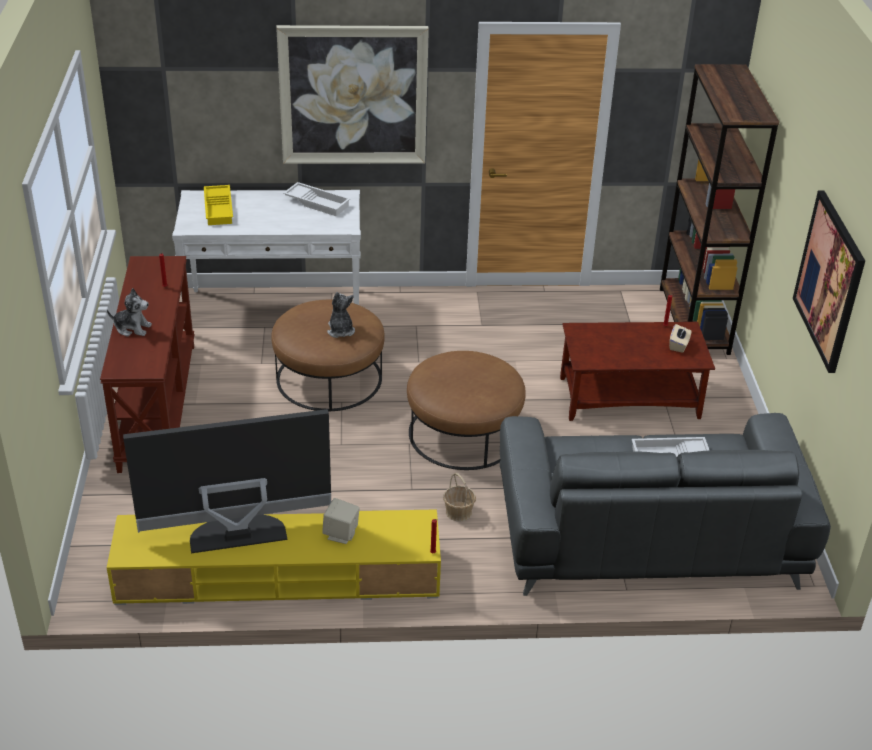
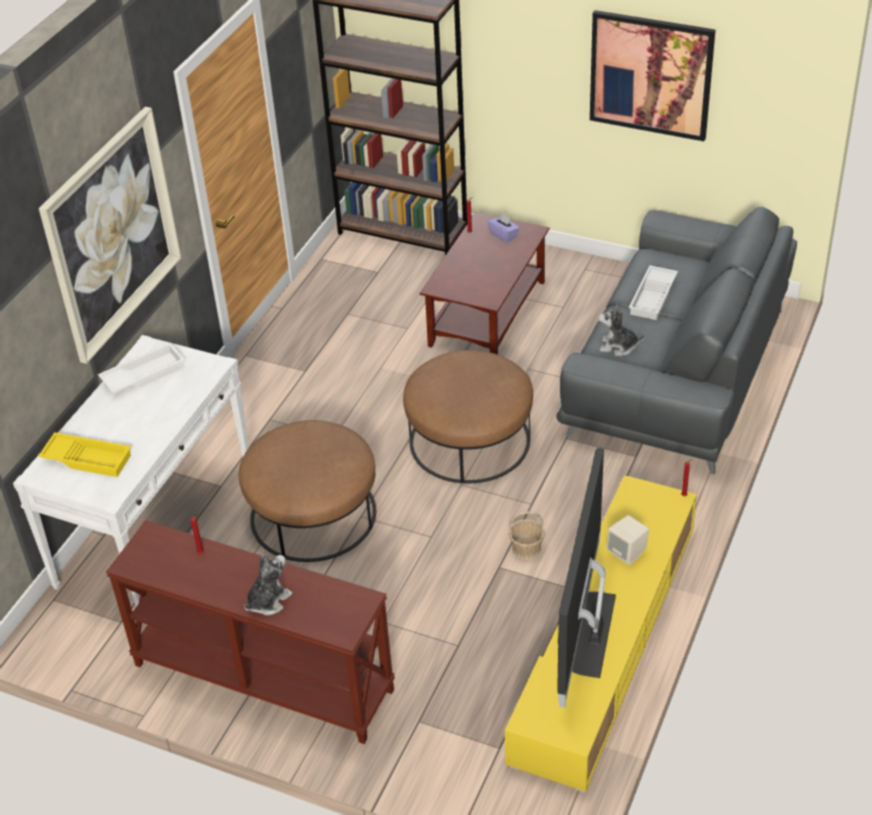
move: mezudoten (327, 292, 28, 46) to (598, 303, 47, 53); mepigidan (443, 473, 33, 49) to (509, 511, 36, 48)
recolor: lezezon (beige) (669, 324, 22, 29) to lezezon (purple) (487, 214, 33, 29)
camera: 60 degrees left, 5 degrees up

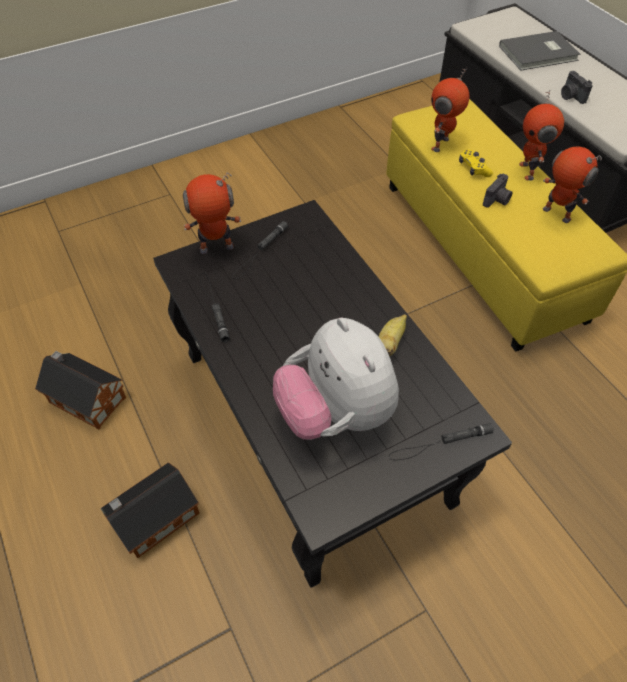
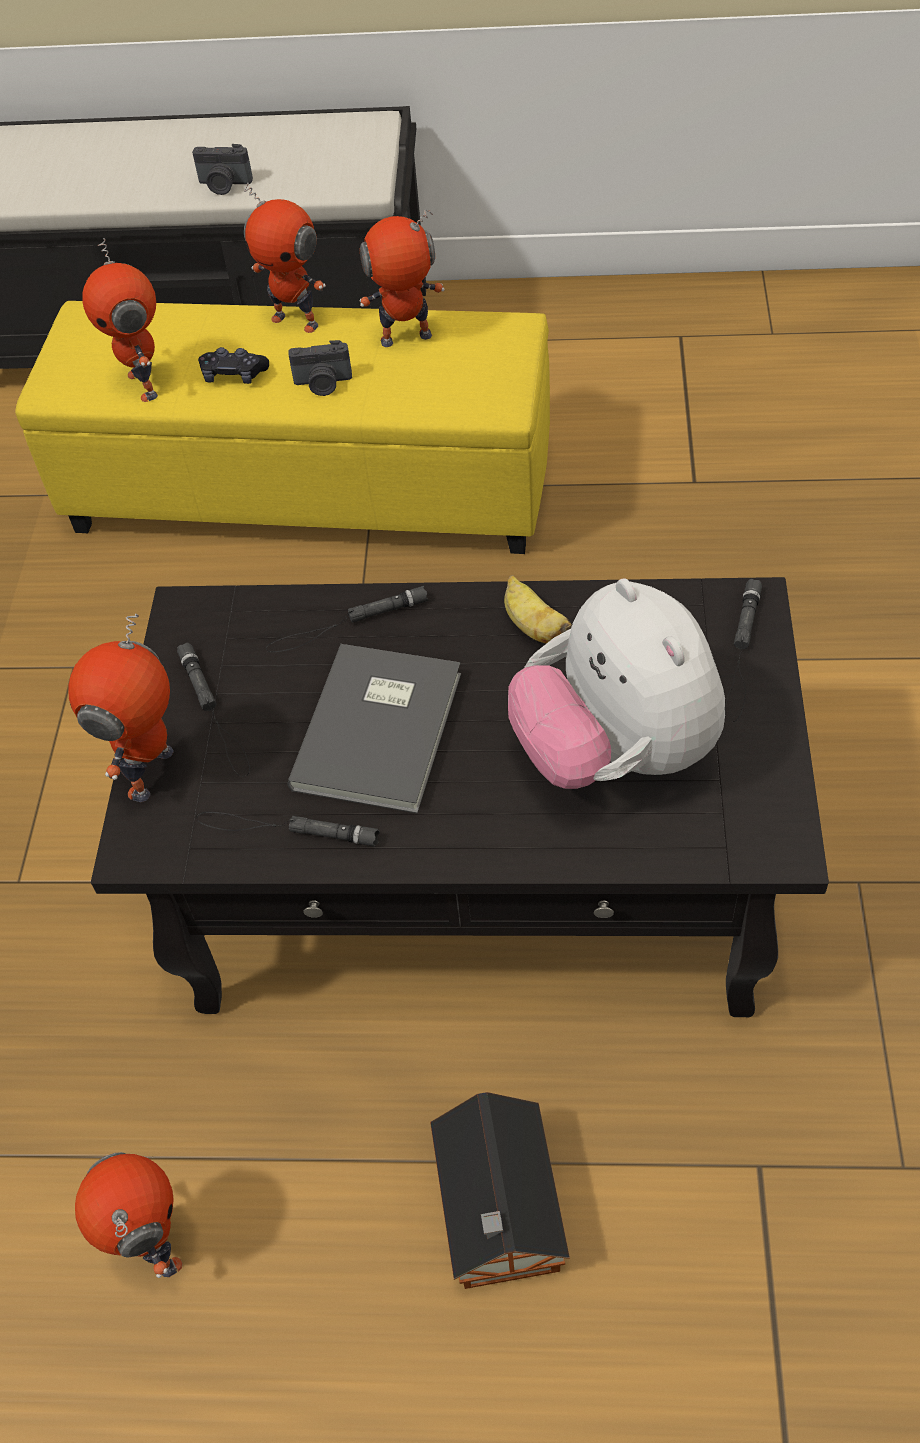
insert: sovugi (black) (266, 586, 162, 66)
move: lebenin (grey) (499, 31, 81, 39) to (287, 644, 174, 170)
replace: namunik (35, 351, 91, 78) to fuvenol (75, 1152, 108, 126)
recolor: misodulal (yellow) (459, 149, 34, 28) to misodulal (black) (198, 347, 71, 37)
rotate: mezudoten (273, 318, 126, 122) = (508, 579, 217, 210) 60 degrees clockwise; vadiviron (483, 174, 30, 34) = (288, 340, 64, 56) 105 degrees clockwise
camera: 55 degrees left, 0 degrees up

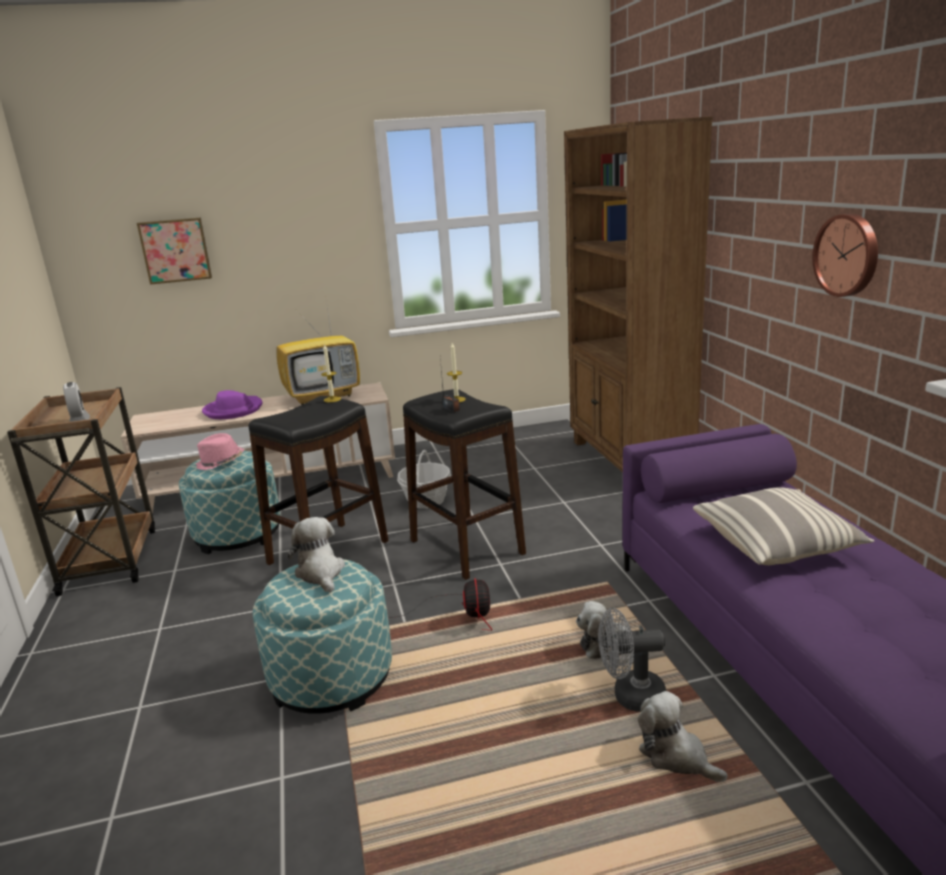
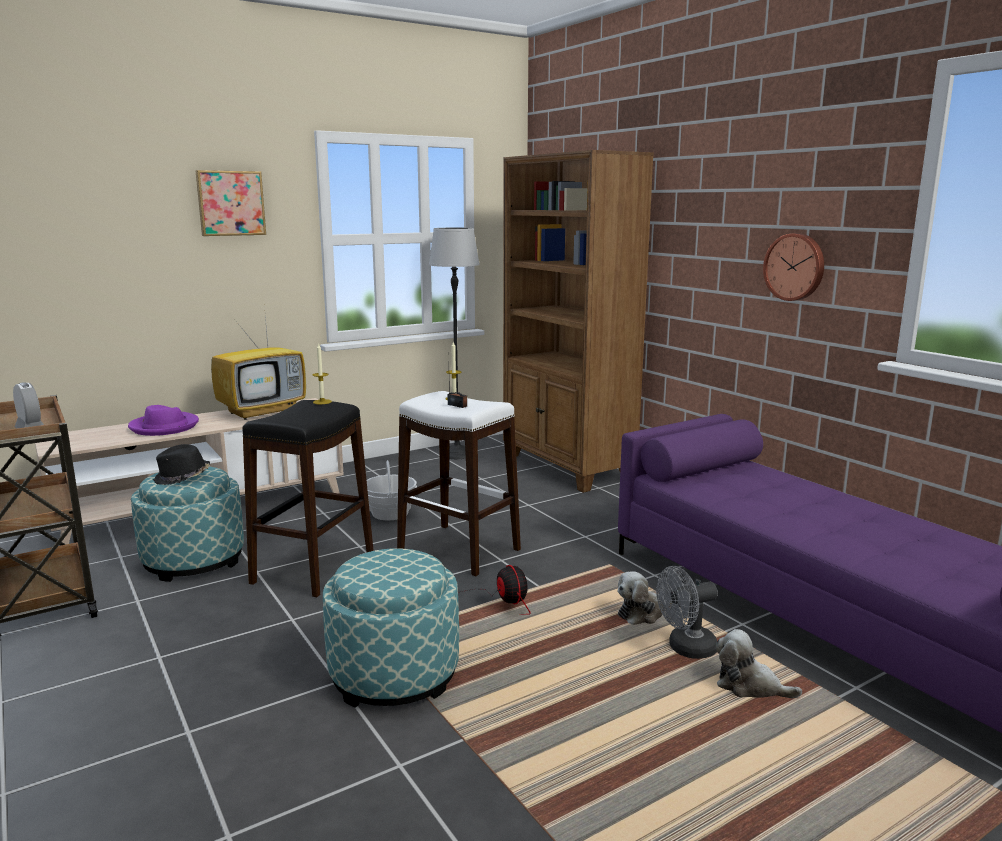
delete: mezudoten (287, 517, 58, 76); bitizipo (693, 487, 182, 78)
insert: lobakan (429, 228, 51, 231)
move: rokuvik (137, 217, 75, 68) to (195, 170, 71, 66)
recolor: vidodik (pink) (196, 433, 48, 37) to vidodik (black) (153, 444, 57, 41); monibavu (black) (403, 389, 123, 191) to monibavu (white) (397, 391, 124, 185)
camera: 20 degrees left, 5 degrees down

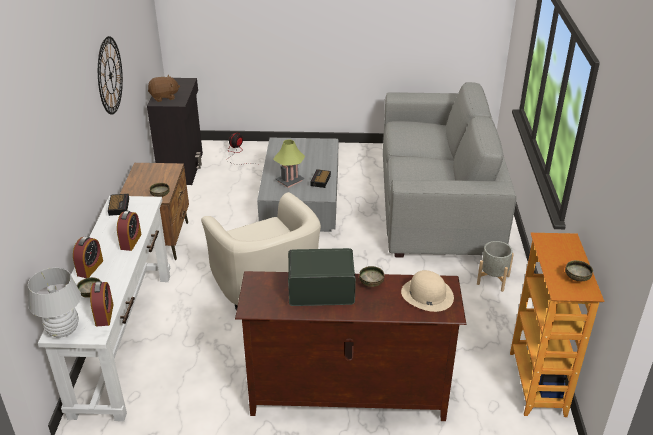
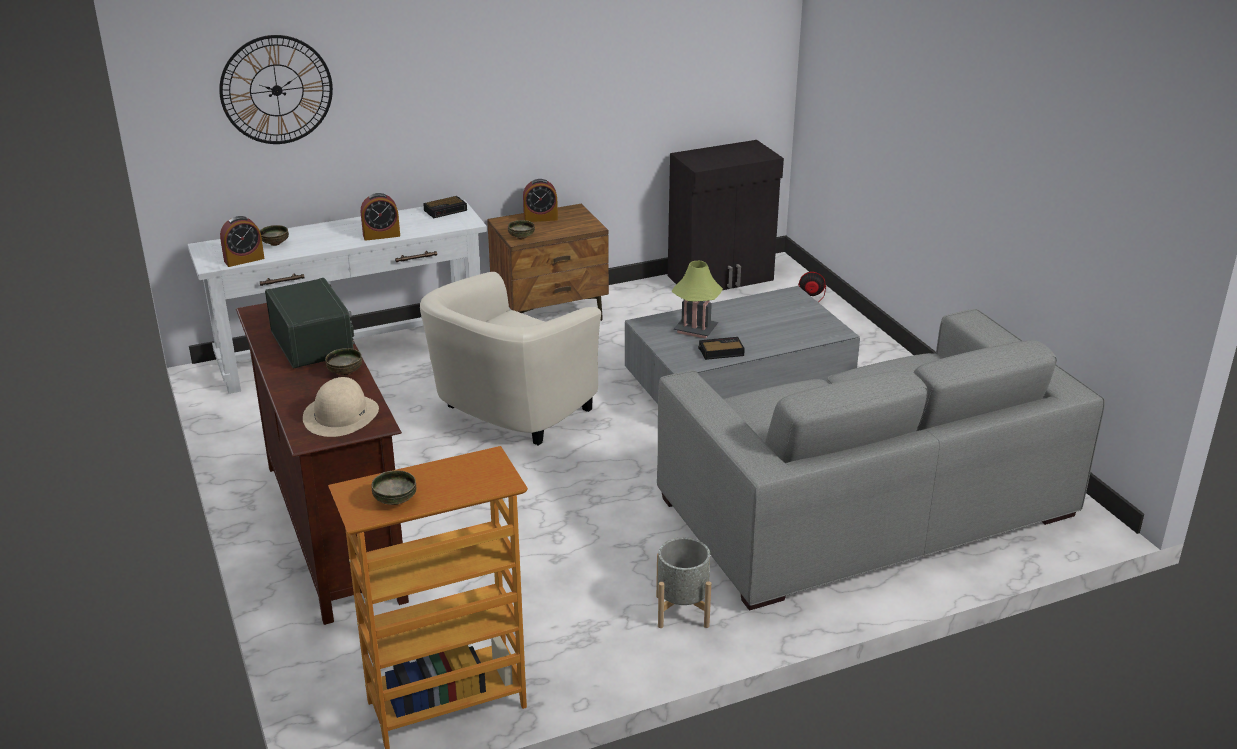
delete: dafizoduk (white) (28, 268, 53, 70); mezudoten (brown) (148, 75, 32, 27)
move: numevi (73, 236, 30, 42) to (523, 179, 35, 43); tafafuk (98, 36, 25, 79) to (219, 35, 114, 109)
camera: 65 degrees right, 5 degrees down

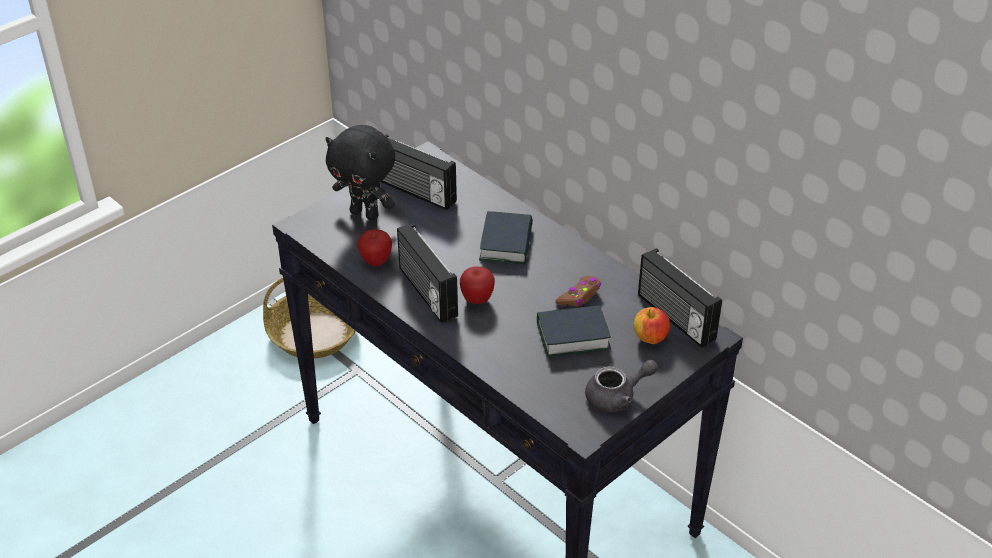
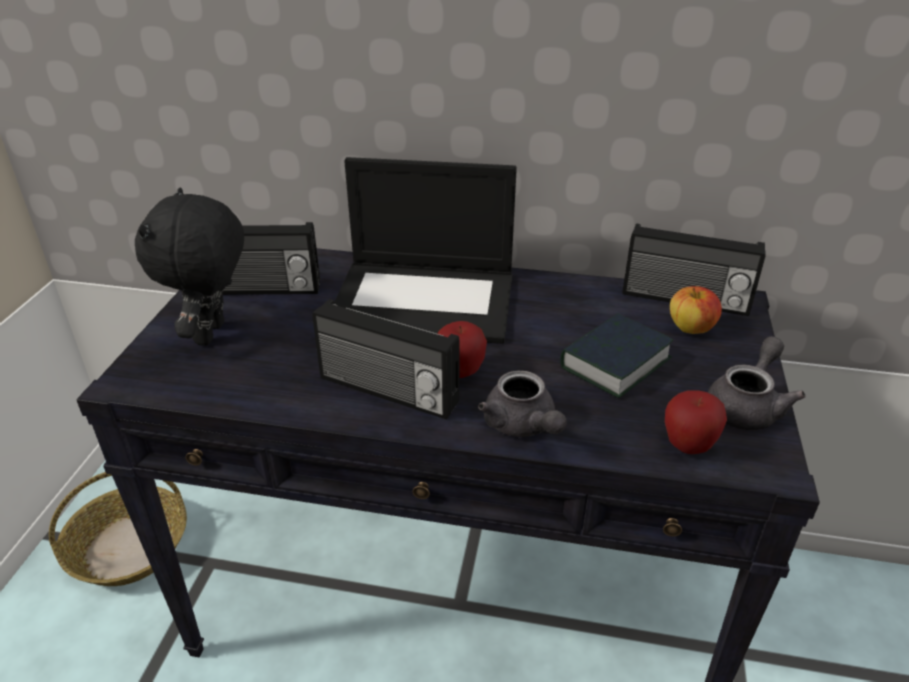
delete: misodulal (brown) (555, 276, 46, 31)
insert: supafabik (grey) (478, 370, 89, 67)
move: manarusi (357, 229, 35, 37) to (665, 390, 62, 64)
replace: lebenin (479, 211, 54, 54) to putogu (334, 157, 183, 187)
rotate: mezudoten (black) (325, 125, 70, 95) = (135, 187, 109, 159) 105 degrees clockwise
camera: 35 degrees left, 5 degrees down

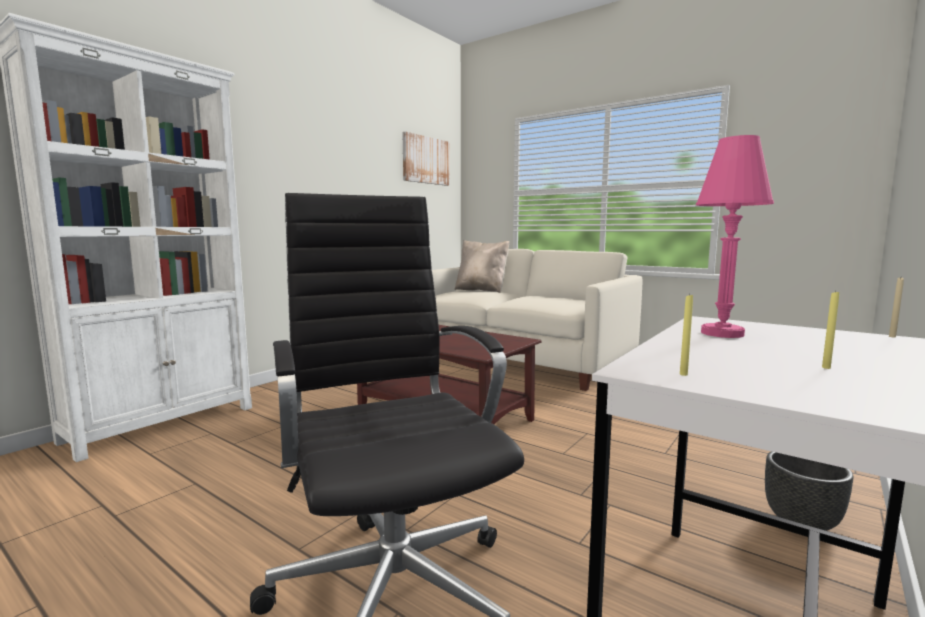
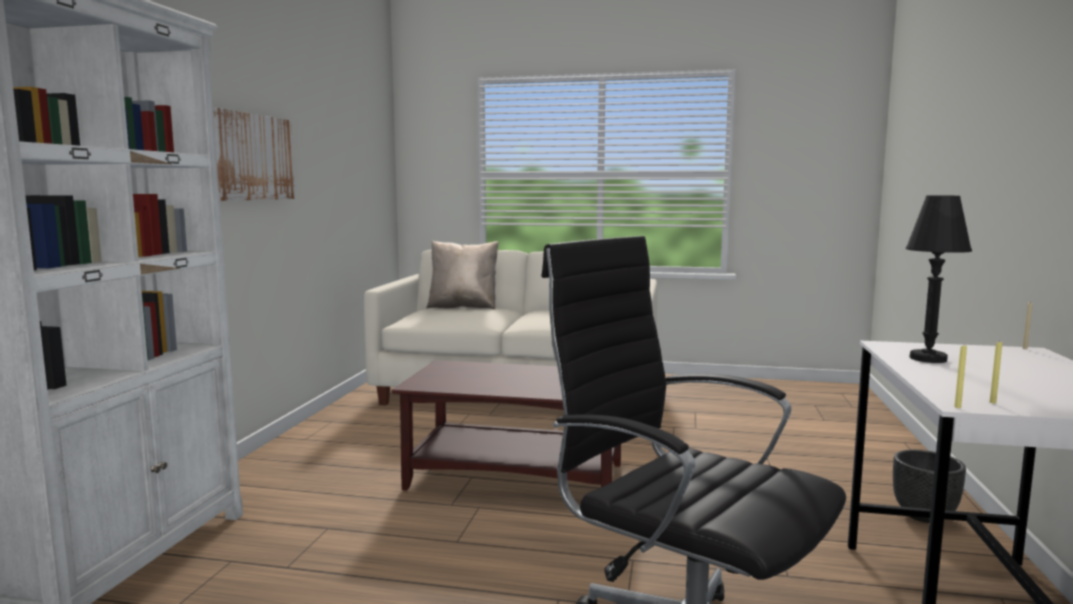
move: rokuvik (402, 131, 48, 55) to (213, 107, 82, 94); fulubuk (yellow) (822, 290, 17, 79) to (954, 345, 13, 63)
recolor: dafizoduk (pink) (696, 135, 78, 203) to dafizoduk (black) (906, 196, 66, 167)
camera: 25 degrees left, 0 degrees up

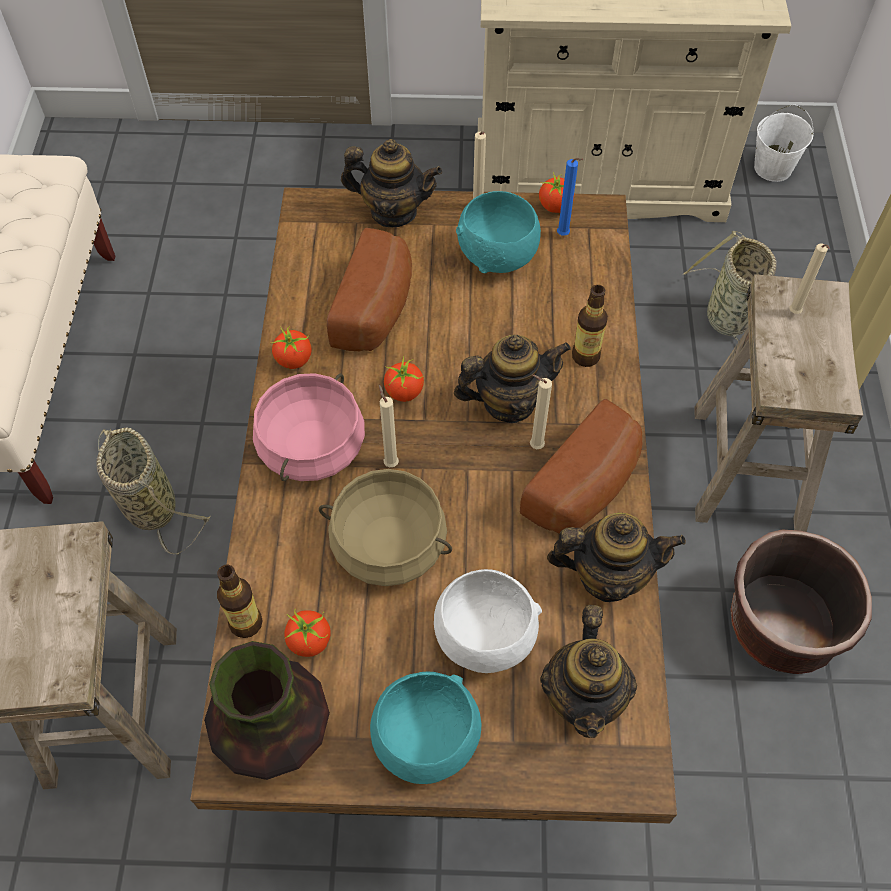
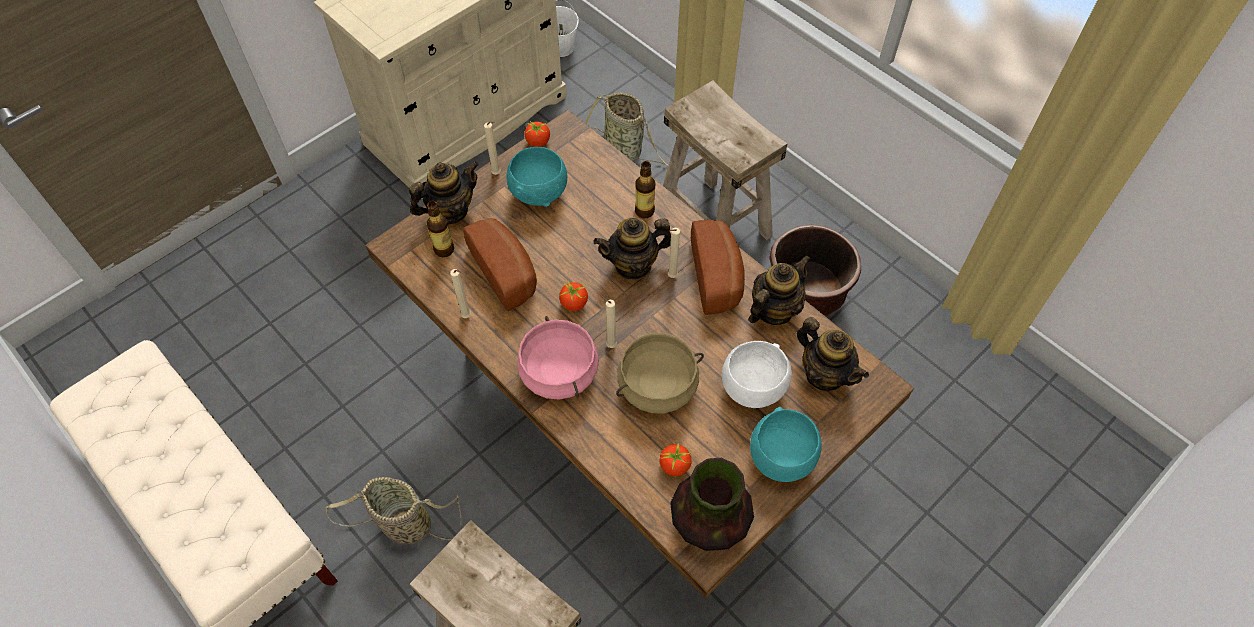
delete: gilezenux (272, 326, 39, 43); fulubuk (blue) (557, 158, 26, 78)
move: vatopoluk (217, 565, 46, 73) to (427, 201, 27, 56); fulubuk (beige) (789, 243, 40, 71) to (450, 269, 21, 49)
rotate: supafabik (454, 335, 117, 88) = (593, 217, 78, 63) 135 degrees counterclockwise
camera: 45 degrees left, 0 degrees up

